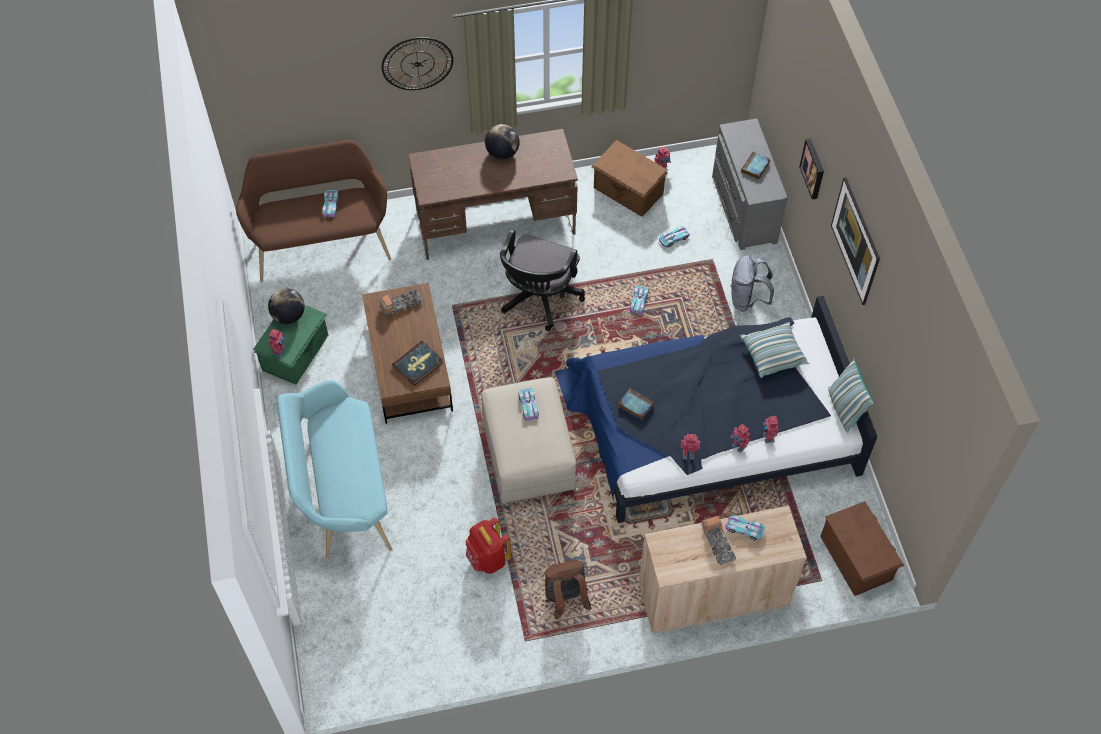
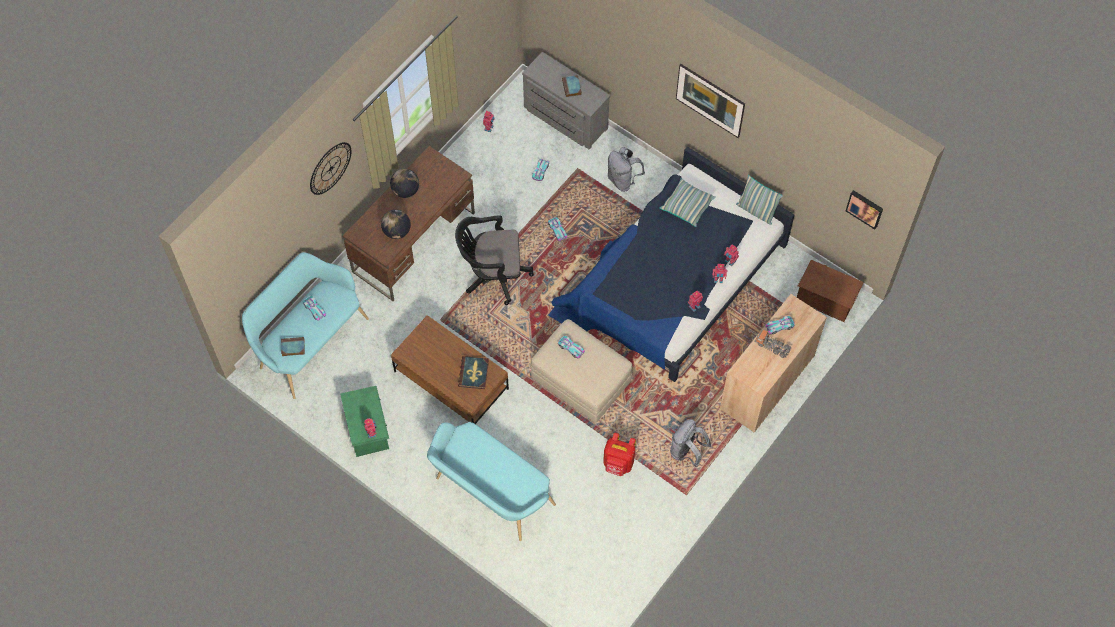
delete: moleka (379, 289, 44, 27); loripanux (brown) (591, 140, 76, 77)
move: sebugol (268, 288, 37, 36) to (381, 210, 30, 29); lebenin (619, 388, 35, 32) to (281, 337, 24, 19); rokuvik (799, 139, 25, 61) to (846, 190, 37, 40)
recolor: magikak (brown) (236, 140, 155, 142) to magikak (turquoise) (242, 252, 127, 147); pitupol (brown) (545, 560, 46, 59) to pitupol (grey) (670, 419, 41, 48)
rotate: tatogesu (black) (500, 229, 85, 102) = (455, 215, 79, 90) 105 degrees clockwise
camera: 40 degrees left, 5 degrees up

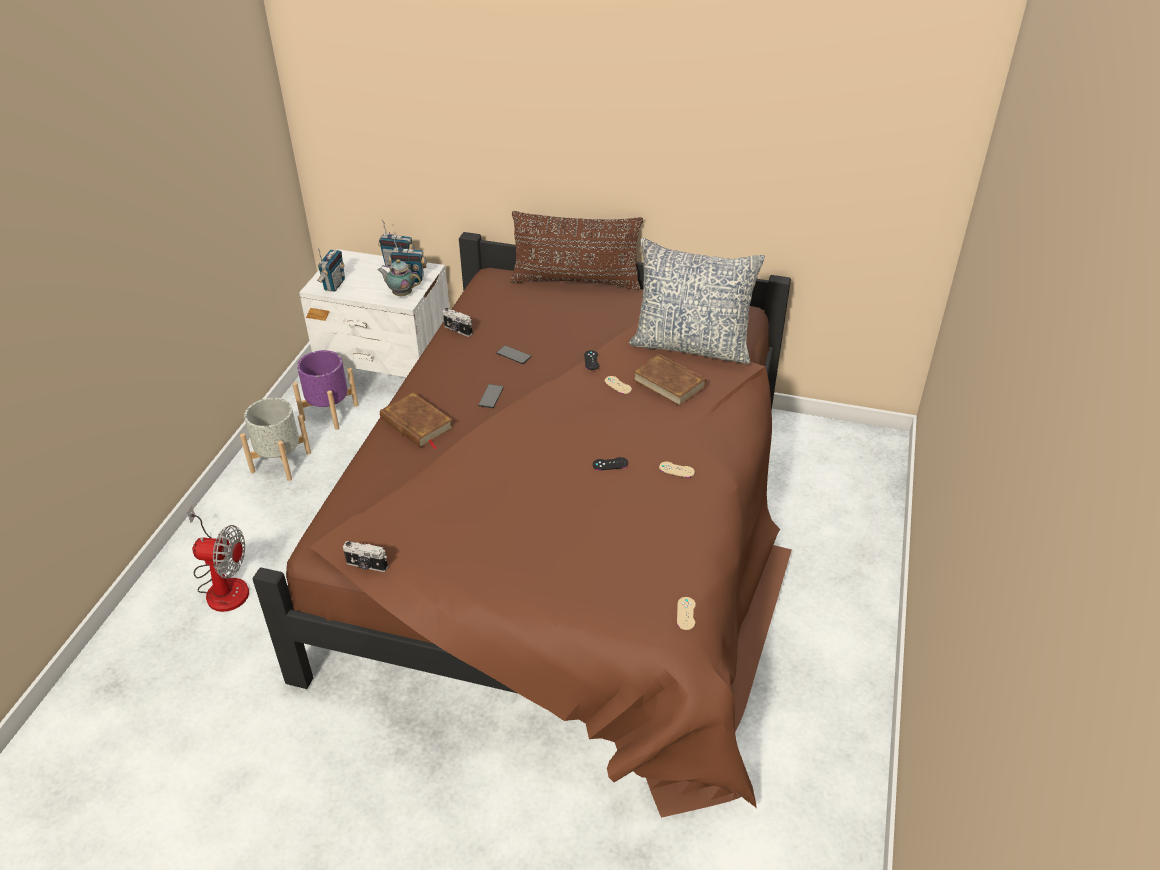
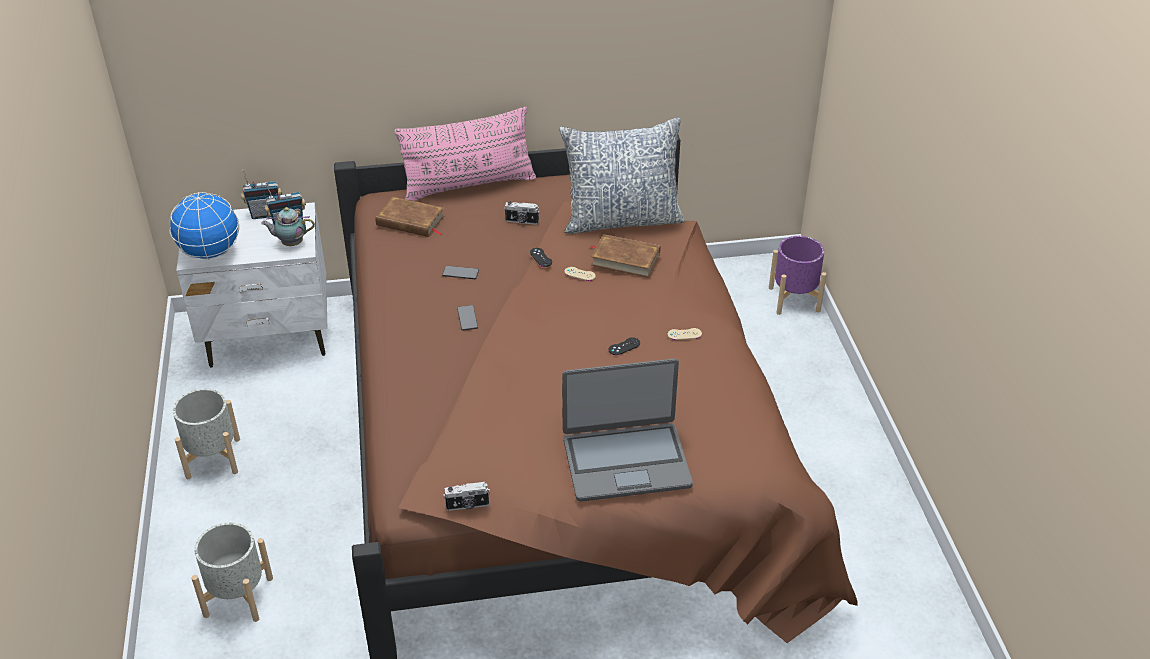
delete: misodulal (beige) (677, 597, 19, 33)
insert: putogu (562, 359, 131, 143)
move: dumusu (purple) (292, 350, 67, 80) to (769, 236, 58, 79); lebenin (brown) (380, 392, 74, 57) to (375, 196, 69, 41); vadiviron (443, 308, 30, 29) to (504, 201, 36, 24)
replace: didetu (187, 505, 62, 107) to dumusu (grey) (191, 522, 82, 100); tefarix (317, 248, 28, 44) to sebugol (169, 192, 70, 68)
recolor: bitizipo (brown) (511, 211, 132, 79) to bitizipo (pink) (395, 107, 141, 94)
camera: 25 degrees left, 0 degrees up

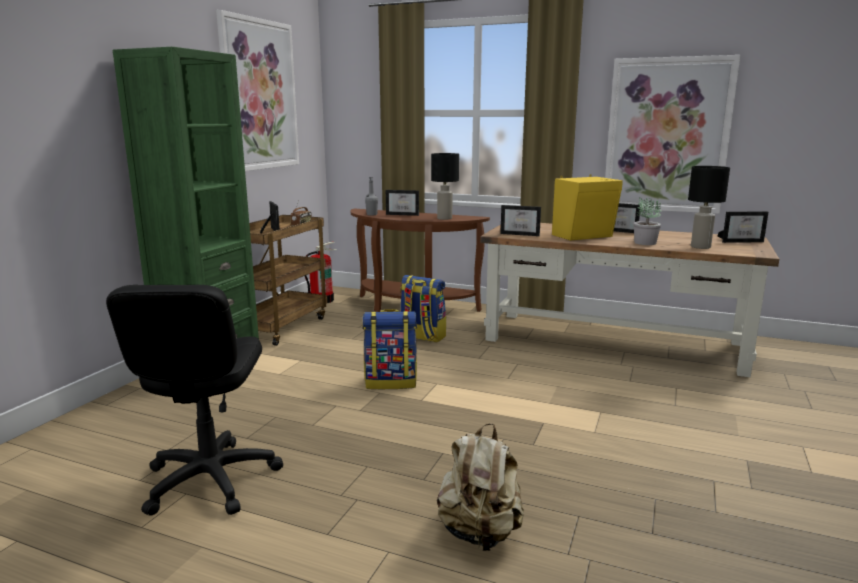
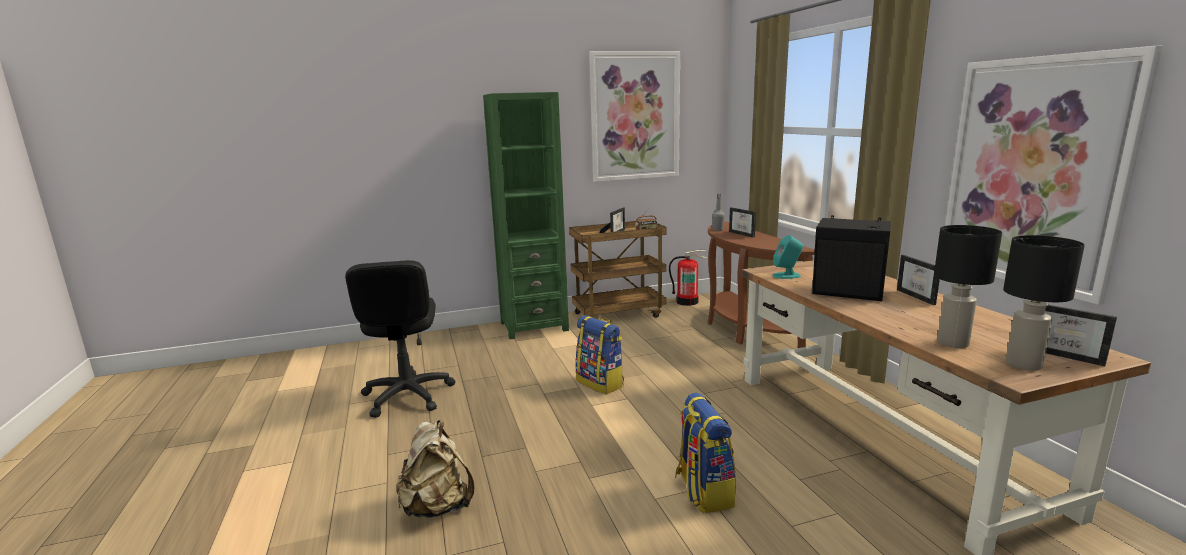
delete: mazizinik (634, 198, 27, 47)
move: pitupol (400, 275, 46, 68) to (675, 393, 61, 120); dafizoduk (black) (431, 153, 28, 67) to (1003, 235, 82, 136)
replace: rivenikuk (500, 205, 41, 31) to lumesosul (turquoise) (773, 235, 30, 44)
recolor: lumesosul (yellow) (552, 175, 71, 66) to lumesosul (black) (812, 215, 79, 86)
rotate: tatogesu (black) (106, 285, 177, 231) = (345, 260, 110, 158) 60 degrees counterclockwise
camera: 50 degrees right, 0 degrees up

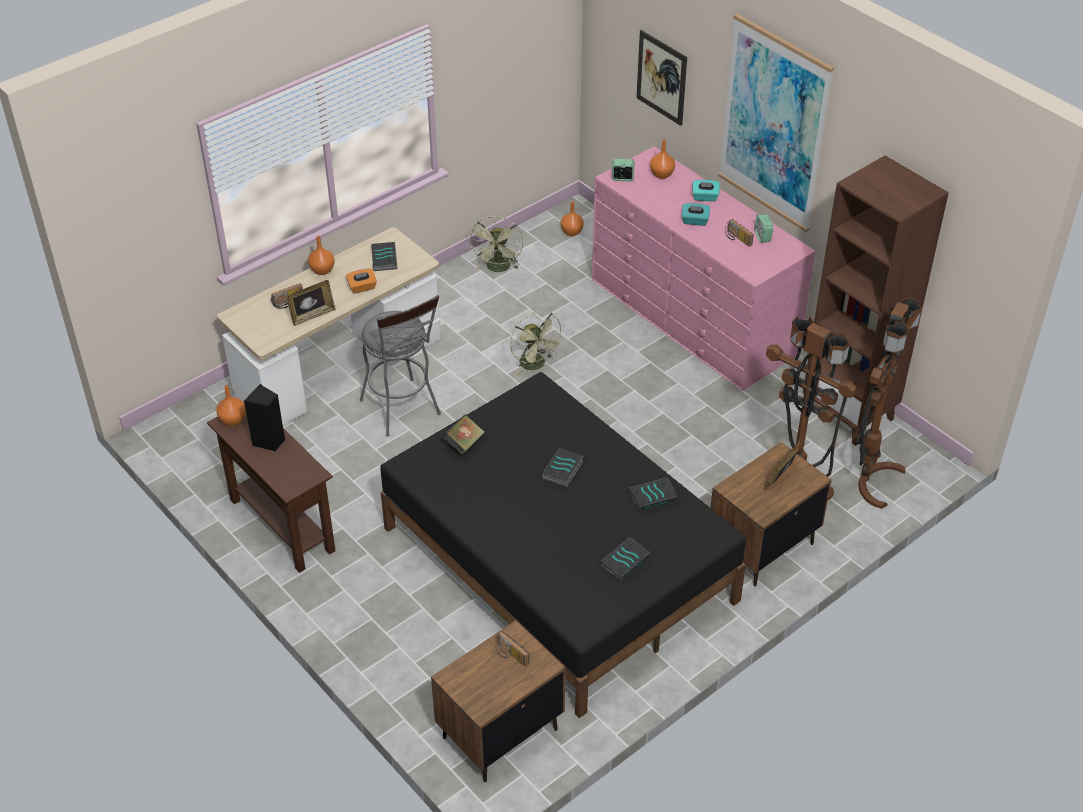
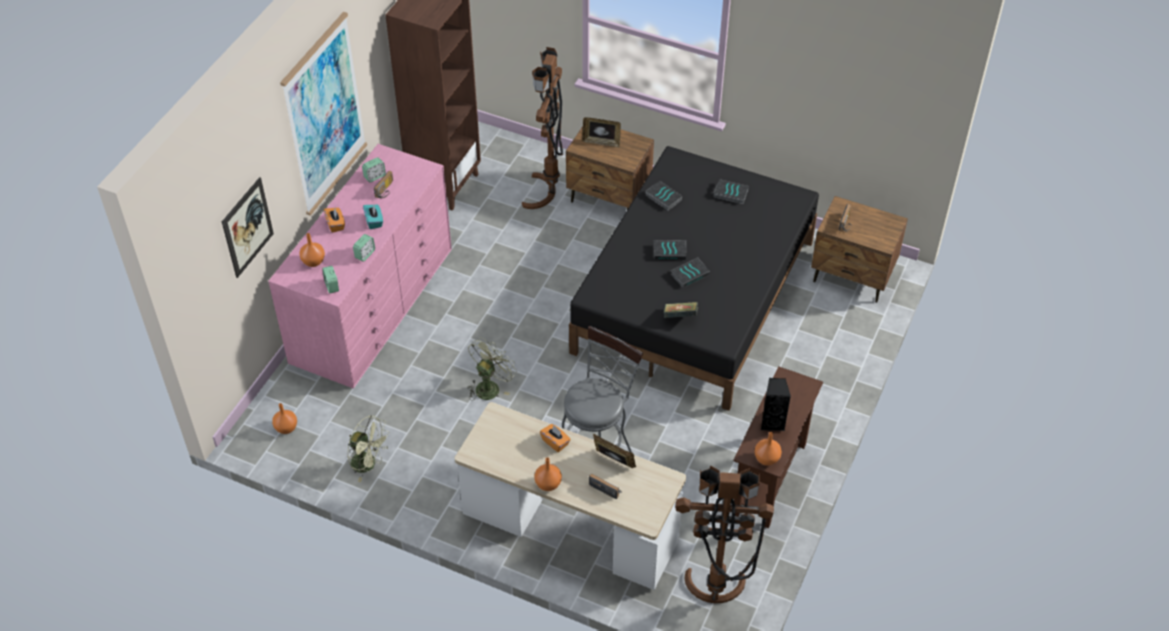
insert: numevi (353, 234, 22, 28)
move: lebenin (371, 242, 26, 29) to (671, 258, 39, 30); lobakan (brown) (857, 297, 65, 212) to (675, 465, 99, 138)
recolor: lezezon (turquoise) (692, 180, 28, 22) to lezezon (orange) (324, 208, 21, 25)
rotate: didetu (green) (470, 216, 53, 56) = (348, 415, 42, 67) 45 degrees clockwise
camera: 115 degrees left, 5 degrees up

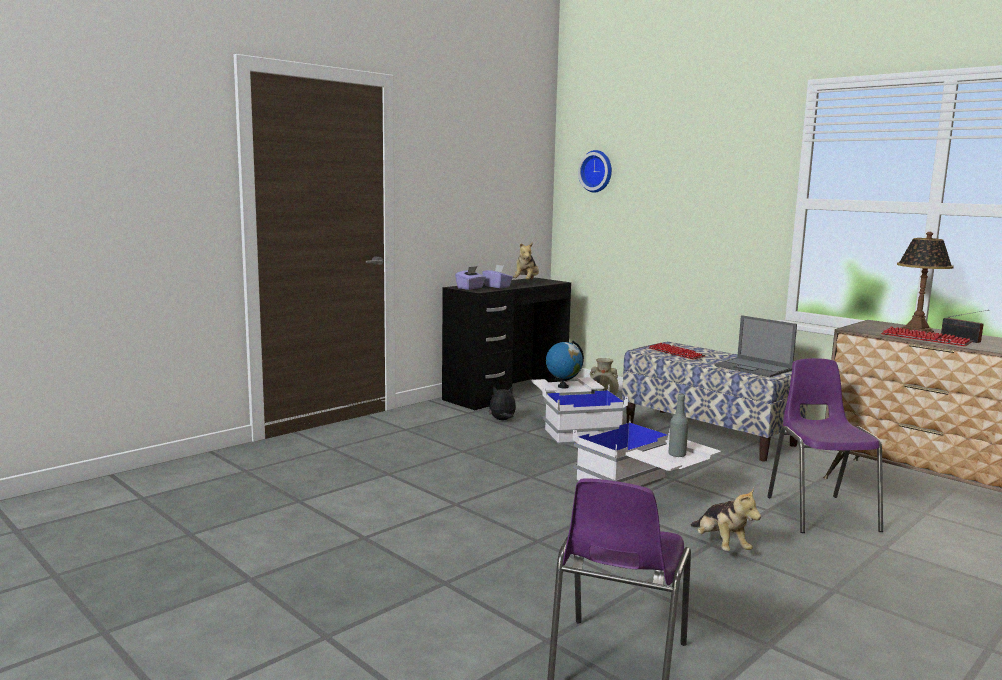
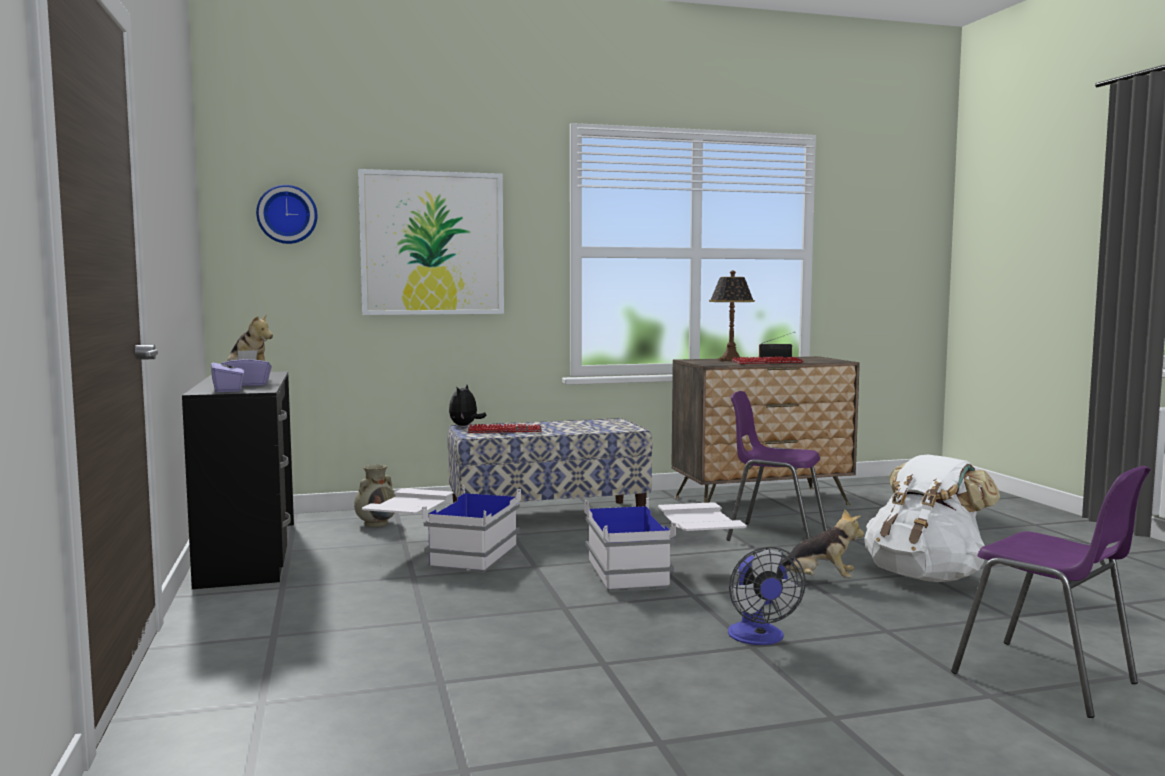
delete: sebugol (546, 341, 38, 48); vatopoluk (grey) (668, 394, 20, 63); putogu (715, 315, 82, 62)
insert: rokuvik (358, 169, 146, 146); didetu (728, 547, 78, 98); pitupol (white) (864, 454, 136, 128)
move: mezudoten (489, 386, 27, 34) to (449, 385, 38, 41)
camera: 60 degrees left, 5 degrees down

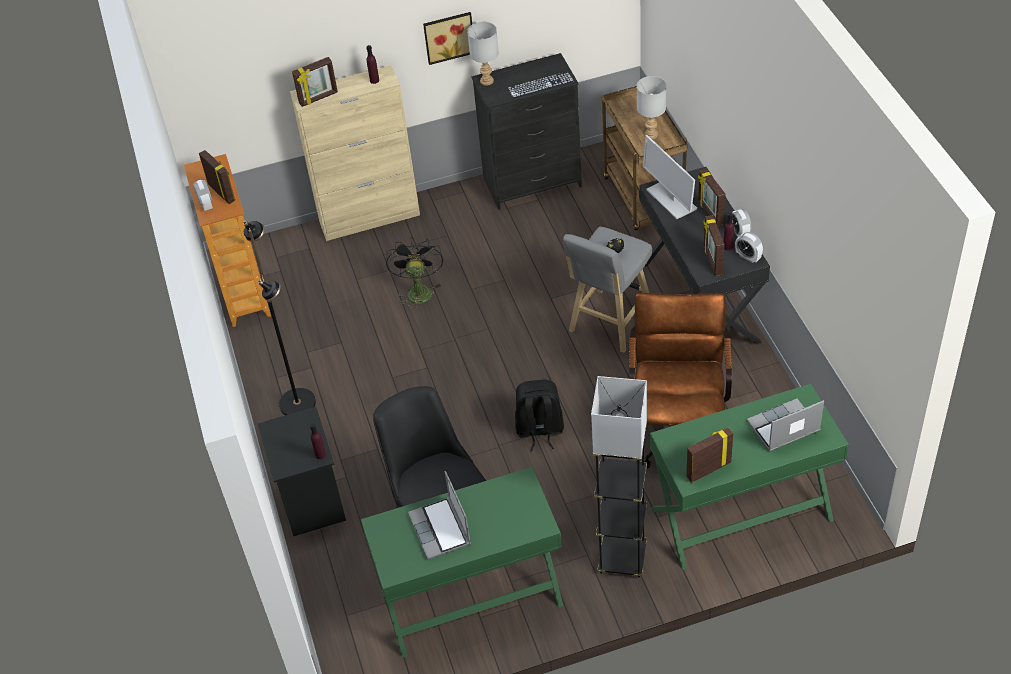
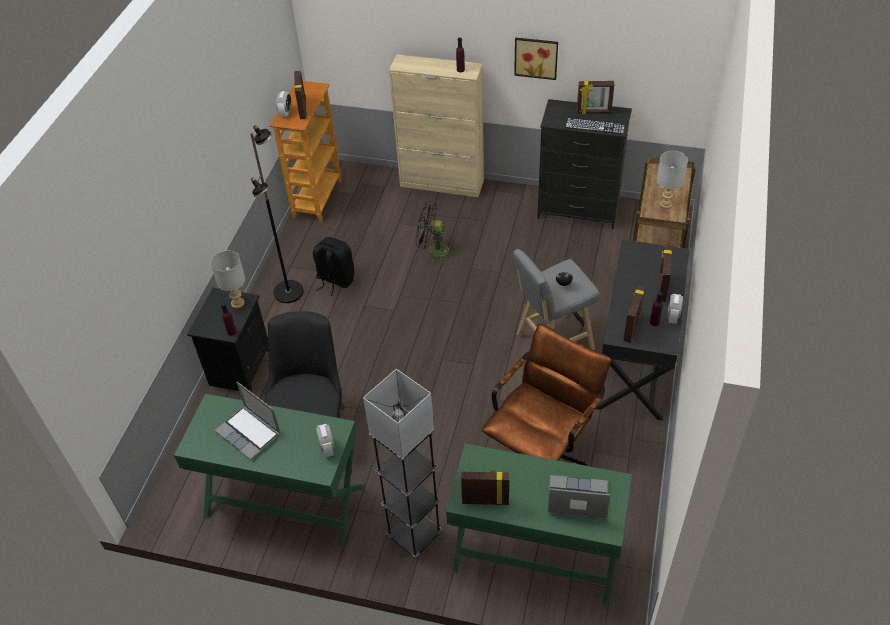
delete: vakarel (643, 135, 54, 84)
move: rivenikuk (292, 57, 46, 50) to (577, 81, 37, 33); dafizoduk (grey) (467, 22, 32, 64) to (211, 251, 34, 58); pitupol (black) (515, 380, 49, 71) to (313, 237, 41, 59); numevi (735, 232, 28, 31) to (316, 424, 19, 33)
rotate: didetu (black) (386, 238, 57, 72) = (416, 201, 38, 62) 105 degrees counterclockwise; putogu (408, 471, 63, 88) = (215, 382, 66, 78) 60 degrees counterclockwise
camera: 30 degrees right, 0 degrees up

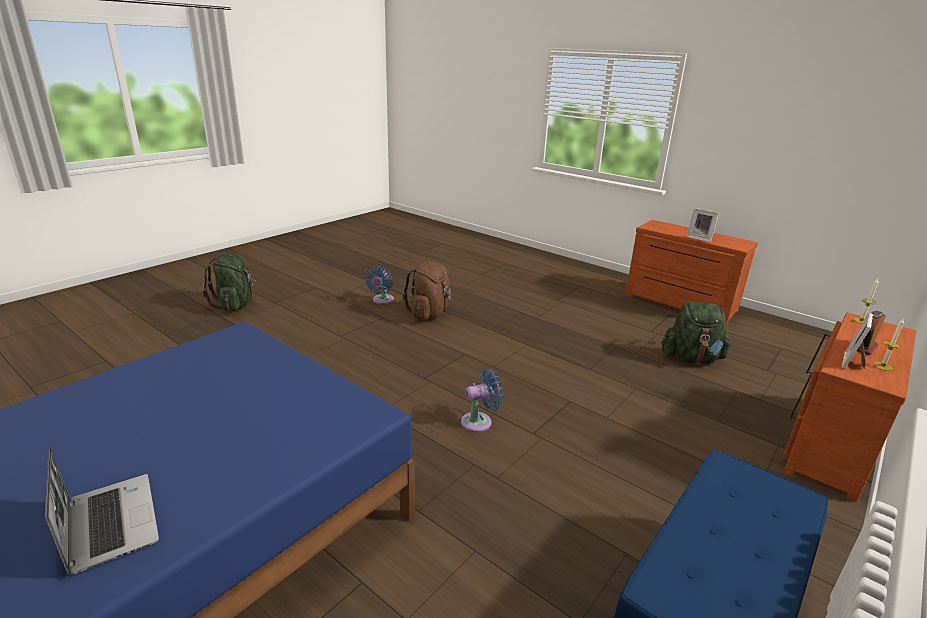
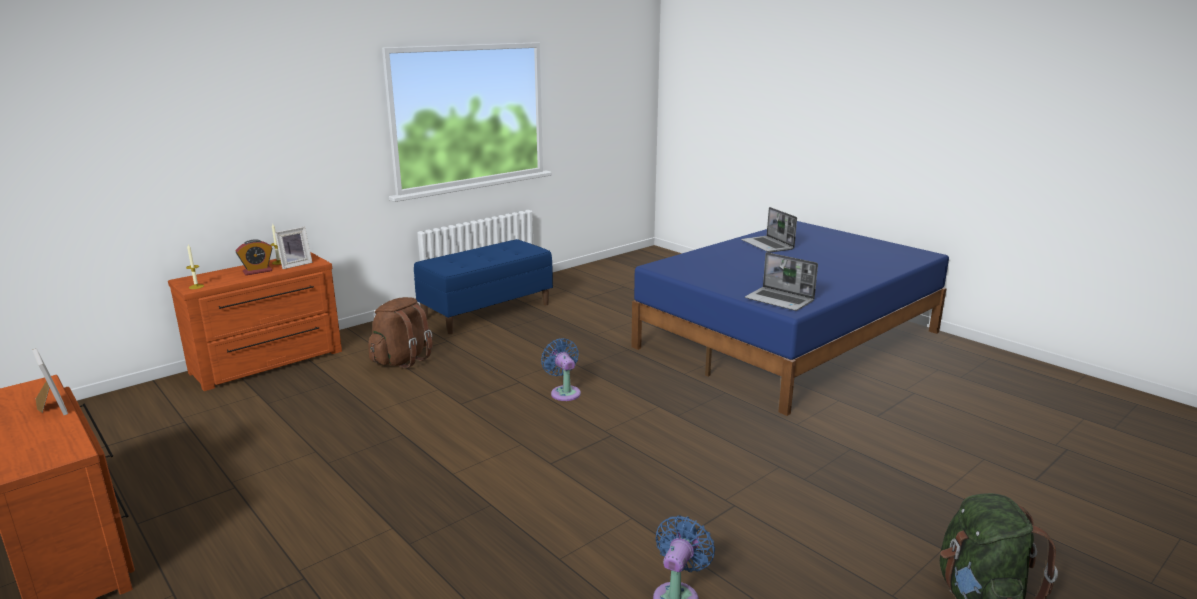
delete: pitupol (green) (662, 302, 68, 61)
insert: putogu (745, 252, 73, 59)
move: pitupol (brown) (403, 261, 49, 59) to (368, 297, 65, 71)
rotate: didetu (blue) (461, 369, 42, 63) = (541, 338, 40, 63) 75 degrees clockwise
camera: 170 degrees left, 5 degrees down

